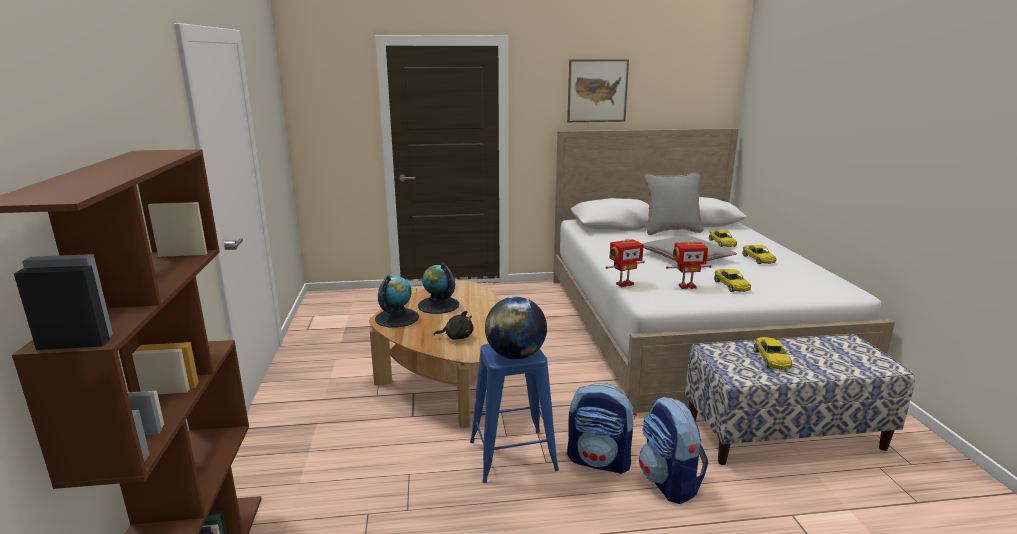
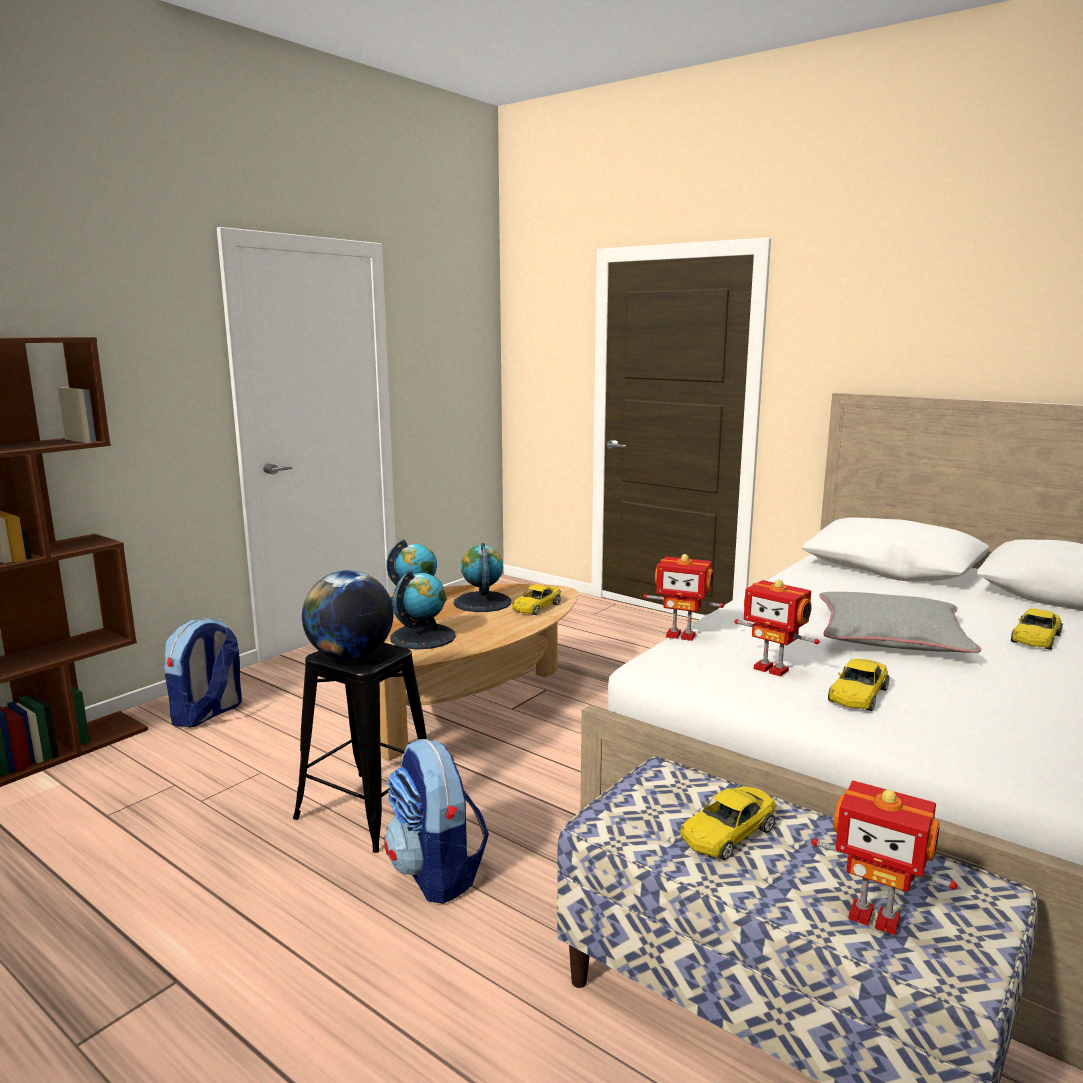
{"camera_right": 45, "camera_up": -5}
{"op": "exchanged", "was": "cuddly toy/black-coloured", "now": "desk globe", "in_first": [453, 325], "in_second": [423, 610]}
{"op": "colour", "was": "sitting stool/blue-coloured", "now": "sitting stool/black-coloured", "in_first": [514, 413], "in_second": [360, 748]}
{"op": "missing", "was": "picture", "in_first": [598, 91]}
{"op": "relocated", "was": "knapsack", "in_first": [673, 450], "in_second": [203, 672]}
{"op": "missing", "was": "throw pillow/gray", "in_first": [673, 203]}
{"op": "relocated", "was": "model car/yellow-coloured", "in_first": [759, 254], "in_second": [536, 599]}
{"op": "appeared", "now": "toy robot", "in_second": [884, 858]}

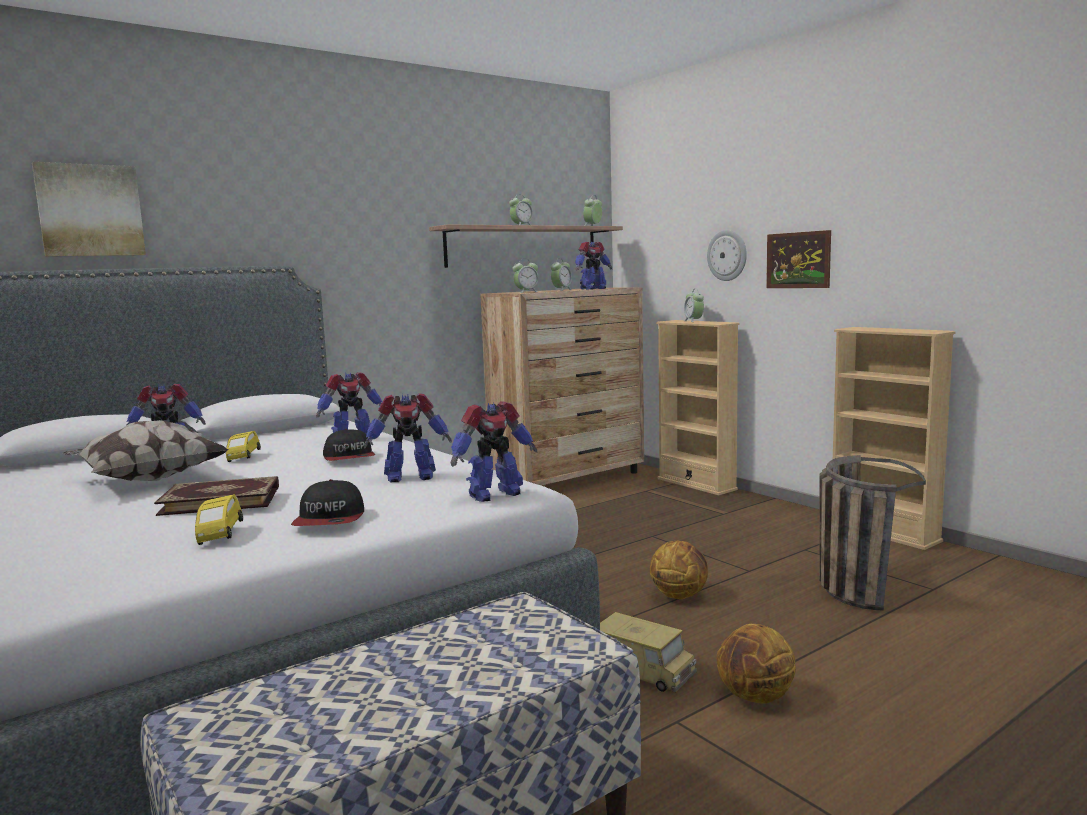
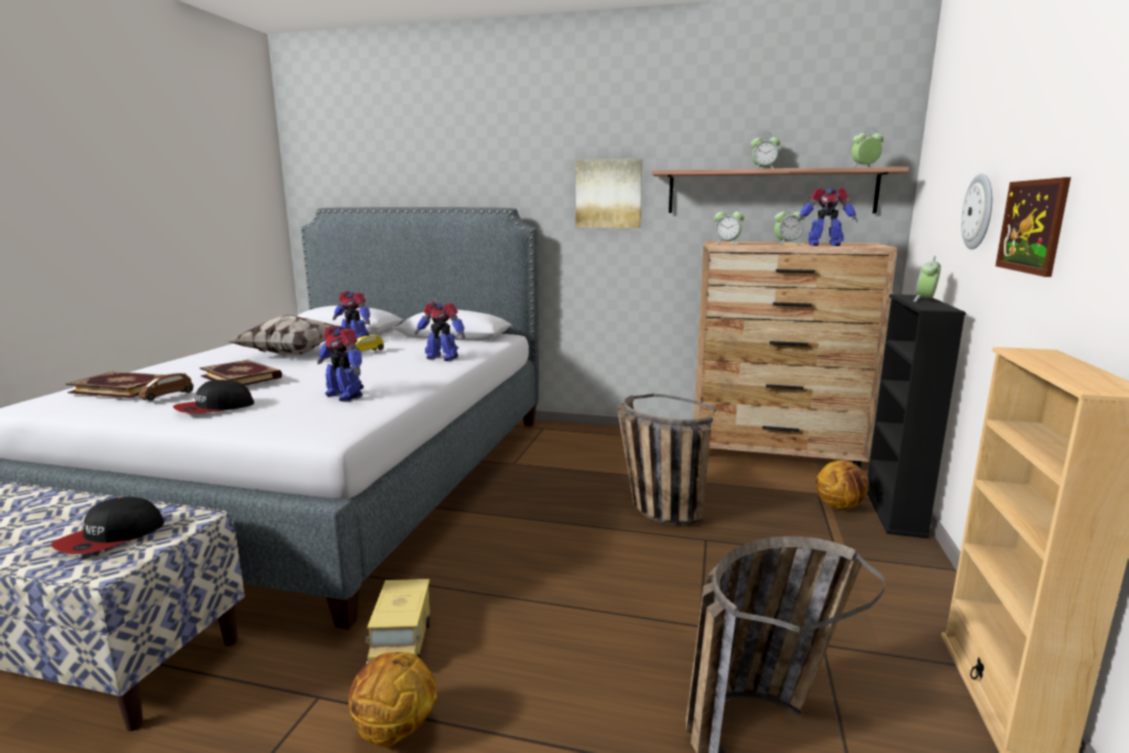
{"camera_right": 50, "camera_up": 5}
{"op": "relocated", "was": "picture", "in_first": [89, 209], "in_second": [609, 193]}
{"op": "colour", "was": "model car/yellow-coloured", "now": "model car/brown", "in_first": [219, 519], "in_second": [166, 387]}
{"op": "relocated", "was": "peaked cap", "in_first": [349, 445], "in_second": [107, 525]}
{"op": "missing", "was": "toy robot", "in_first": [494, 452]}
{"op": "relocated", "was": "basketball", "in_first": [679, 570], "in_second": [842, 484]}
{"op": "colour", "was": "shelving unit/beige", "now": "shelving unit/black-coloured", "in_first": [697, 408], "in_second": [916, 416]}
{"op": "appeared", "now": "bound book", "in_second": [113, 384]}
{"op": "appeared", "now": "household basket", "in_second": [666, 459]}

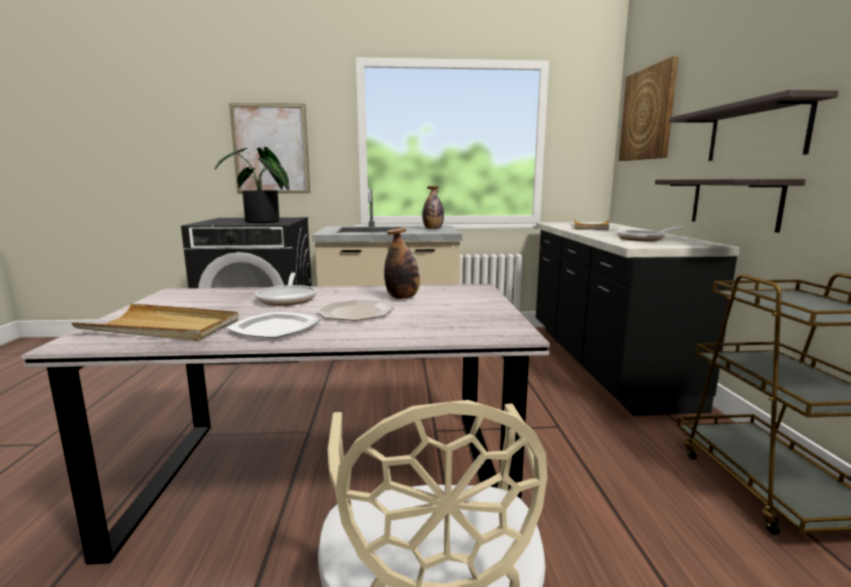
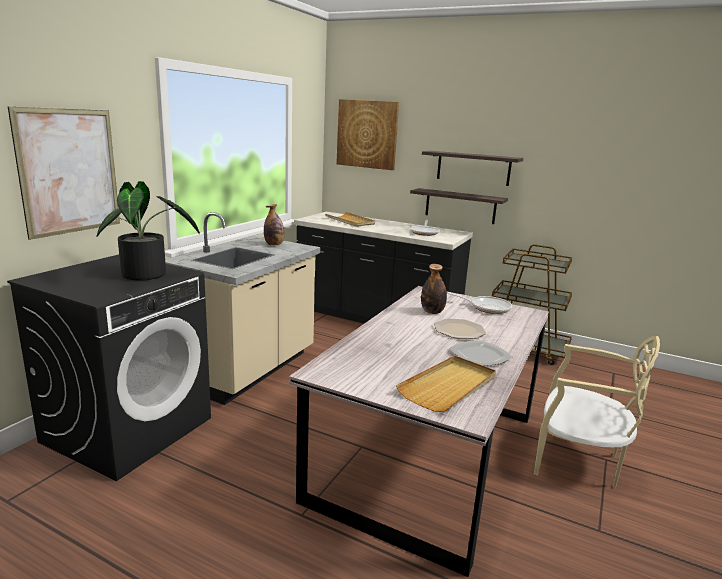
{"camera_right": -60, "camera_up": 5}
{"op": "relocated", "was": "skillet", "in_first": [286, 289], "in_second": [479, 303]}

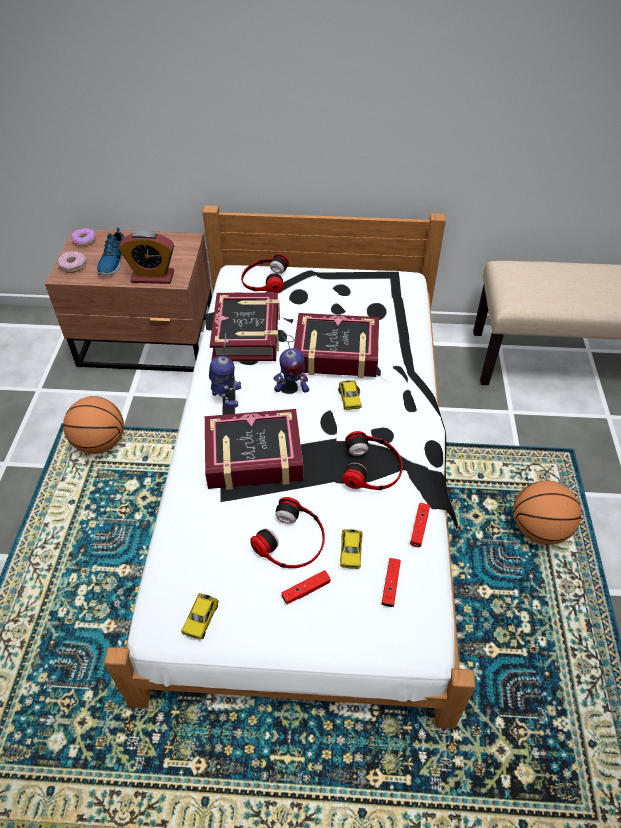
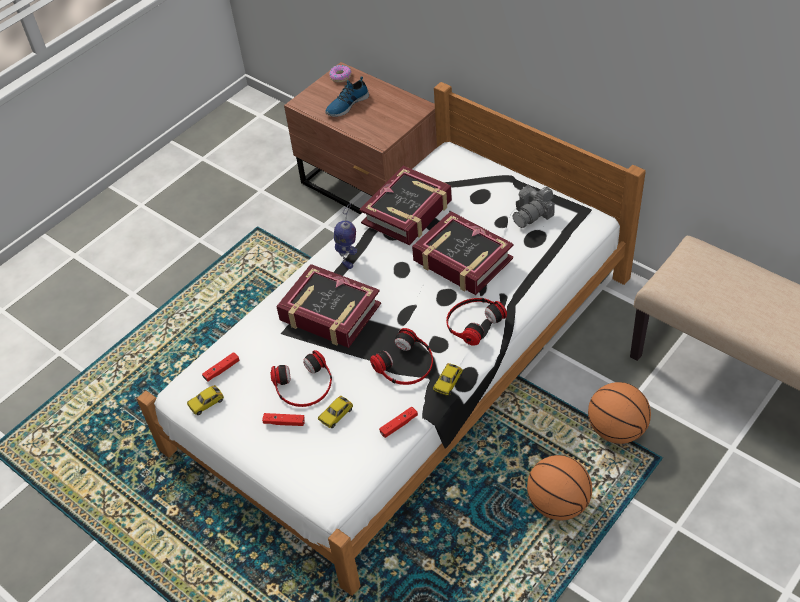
{"camera_right": 40, "camera_up": 0}
{"op": "missing", "was": "doughnut", "in_first": [72, 262]}
{"op": "relocated", "was": "basketball", "in_first": [93, 425], "in_second": [619, 413]}
{"op": "missing", "was": "alarm clock", "in_first": [146, 257]}
{"op": "relocated", "was": "headset", "in_first": [265, 273], "in_second": [476, 322]}
{"op": "missing", "was": "toy robot", "in_first": [291, 362]}
{"op": "relocated", "was": "model car", "in_first": [350, 395], "in_second": [448, 379]}
{"op": "relocated", "was": "gamepad/red", "in_first": [391, 582], "in_second": [221, 366]}
{"op": "appeared", "now": "photo camera", "in_second": [533, 206]}

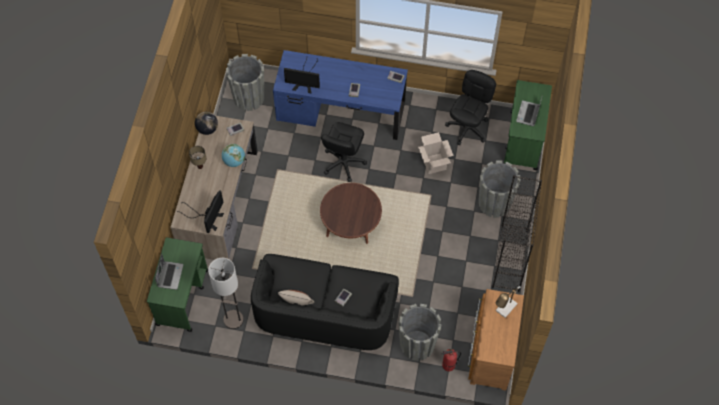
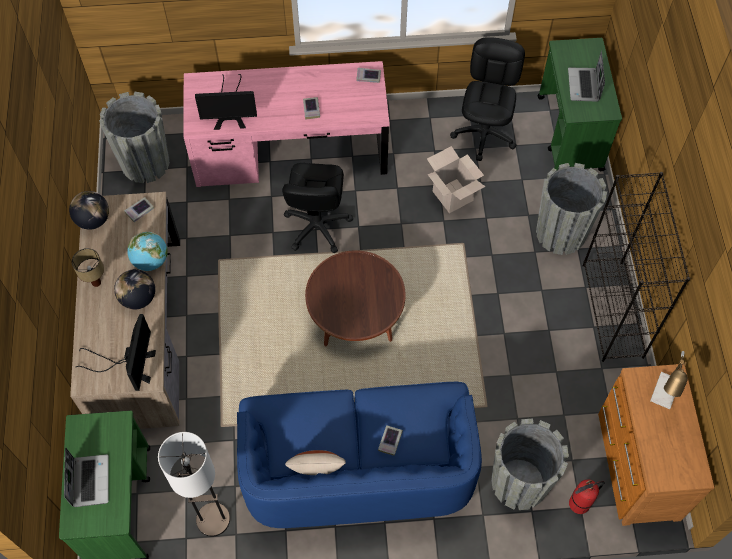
{"camera_right": -15, "camera_up": 0}
{"op": "colour", "was": "couch/black-coloured", "now": "couch/blue-coloured", "in_first": [325, 302], "in_second": [359, 455]}
{"op": "colour", "was": "desk unit/blue-coloured", "now": "desk unit/pink-coloured", "in_first": [340, 95], "in_second": [286, 124]}
{"op": "appeared", "now": "desk globe", "in_second": [134, 289]}

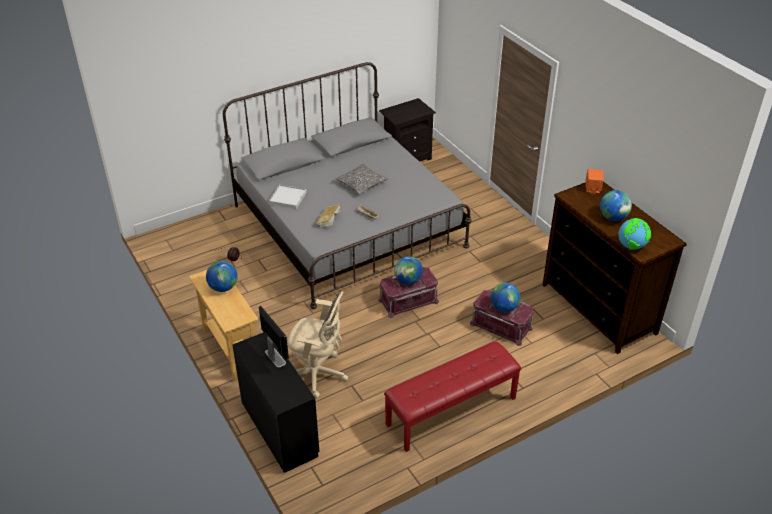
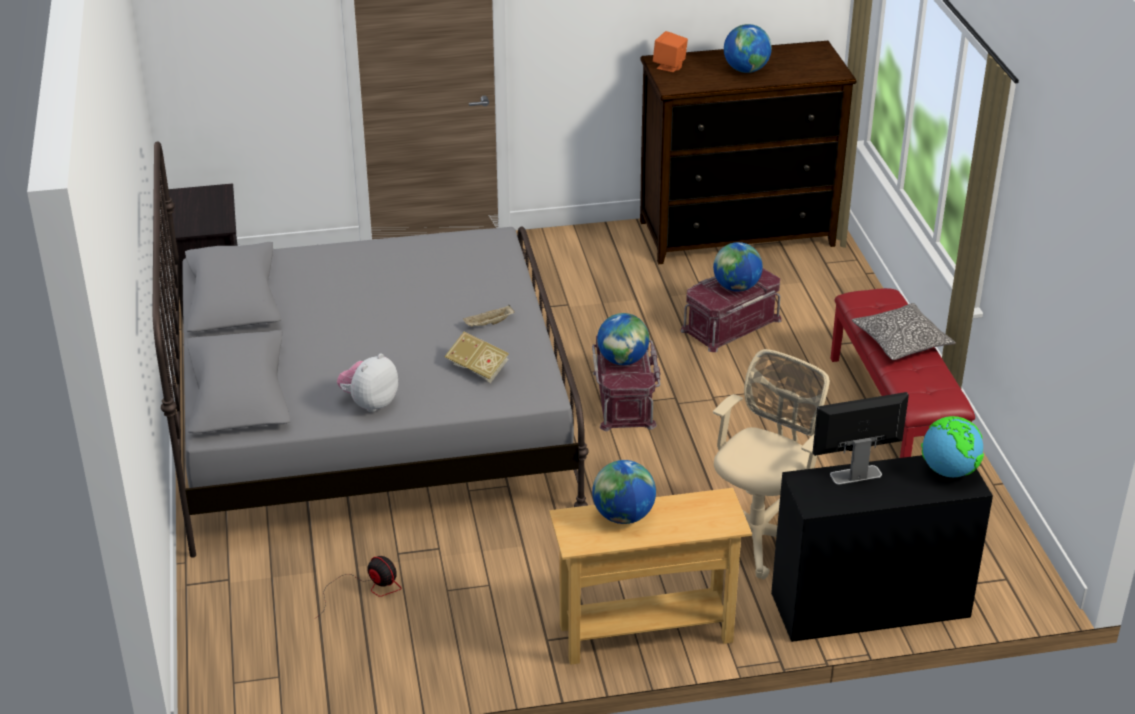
{"camera_right": -70, "camera_up": -5}
{"op": "exchanged", "was": "serving tray/white-coloured", "now": "cuddly toy", "in_first": [288, 197], "in_second": [367, 382]}
{"op": "relocated", "was": "throw pillow", "in_first": [361, 179], "in_second": [904, 331]}
{"op": "relocated", "was": "desk globe", "in_first": [634, 234], "in_second": [952, 446]}

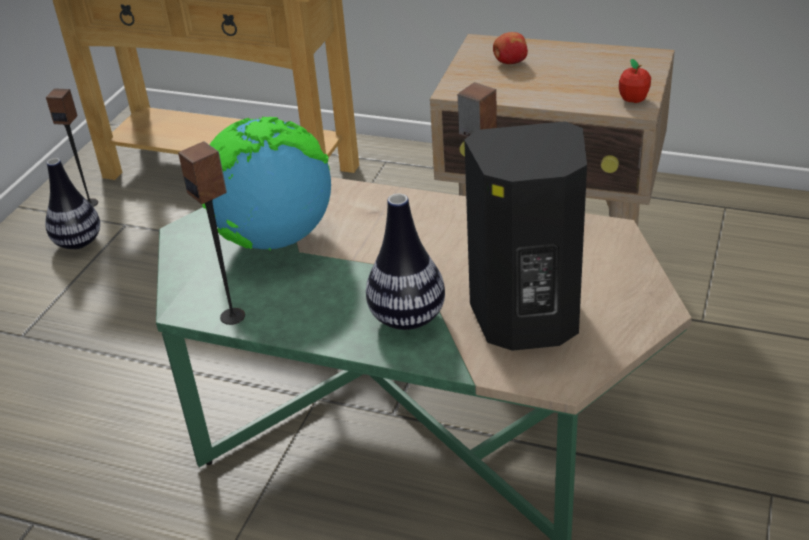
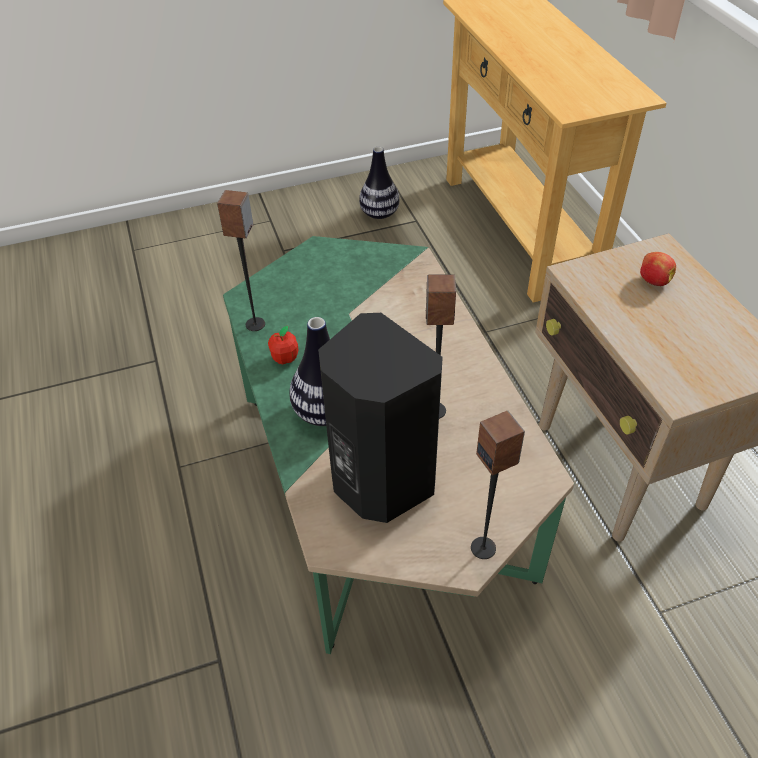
{"camera_right": 50, "camera_up": 10}
{"op": "relocated", "was": "speaker", "in_first": [72, 147], "in_second": [498, 485]}
{"op": "missing", "was": "desk globe", "in_first": [266, 183]}
{"op": "relocated", "was": "apple", "in_first": [635, 81], "in_second": [283, 345]}

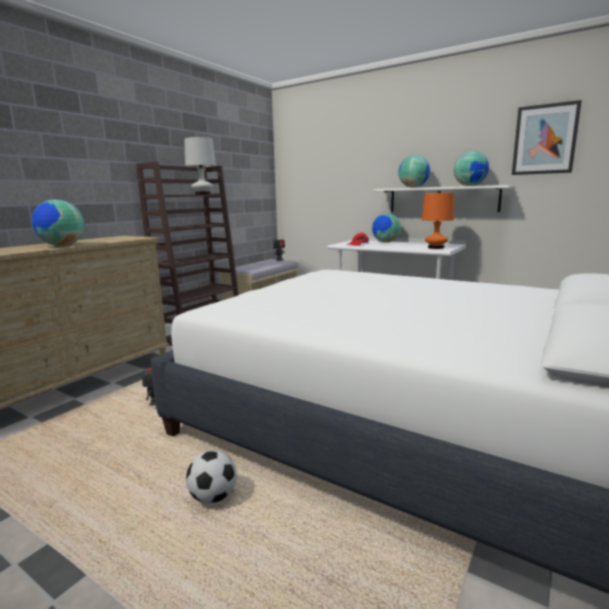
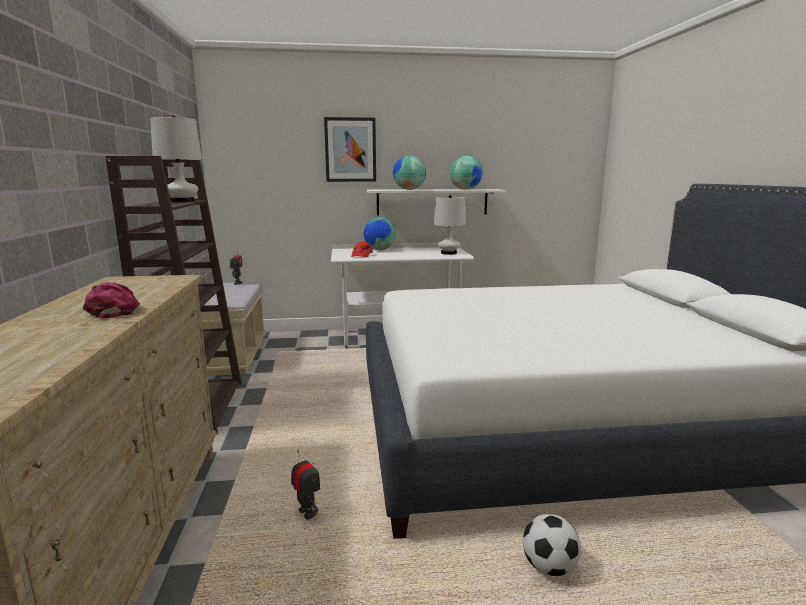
{"camera_right": -40, "camera_up": 0}
{"op": "exchanged", "was": "desk globe", "now": "peaked cap/pink-coloured", "in_first": [58, 223], "in_second": [111, 300]}
{"op": "colour", "was": "table lamp/orange-coloured", "now": "table lamp/white-coloured", "in_first": [438, 220], "in_second": [450, 225]}
{"op": "relocated", "was": "picture", "in_first": [547, 137], "in_second": [350, 149]}

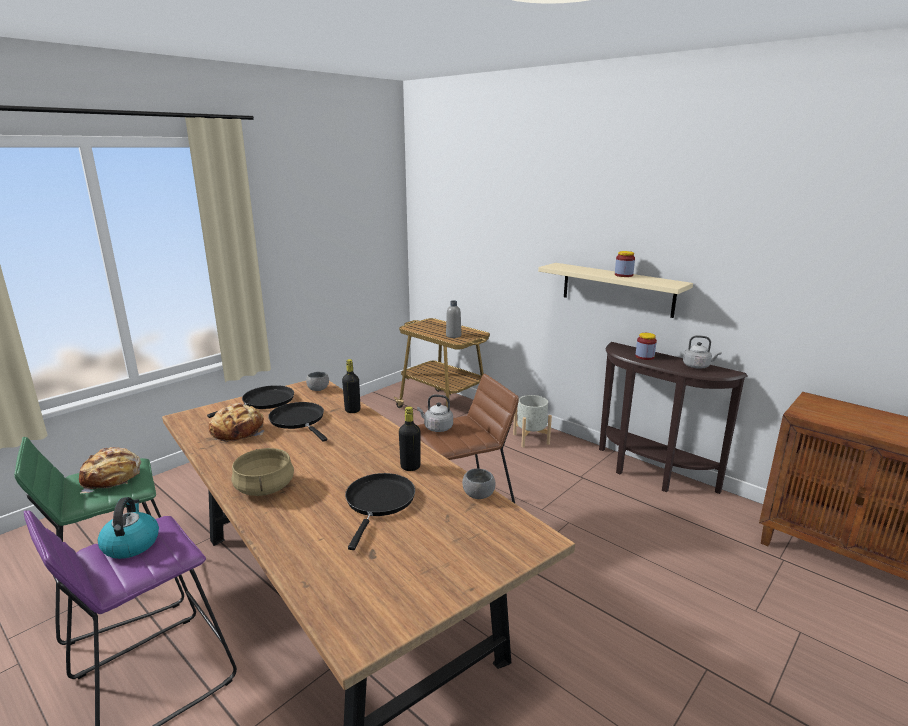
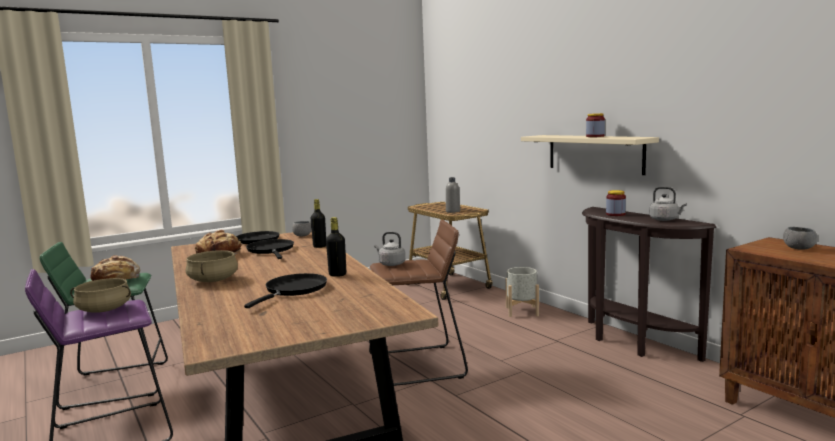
{"camera_right": 15, "camera_up": -10}
{"op": "exchanged", "was": "kettle", "now": "cooking pot/beige", "in_first": [128, 528], "in_second": [100, 295]}
{"op": "relocated", "was": "bowl/gray", "in_first": [479, 484], "in_second": [800, 238]}

